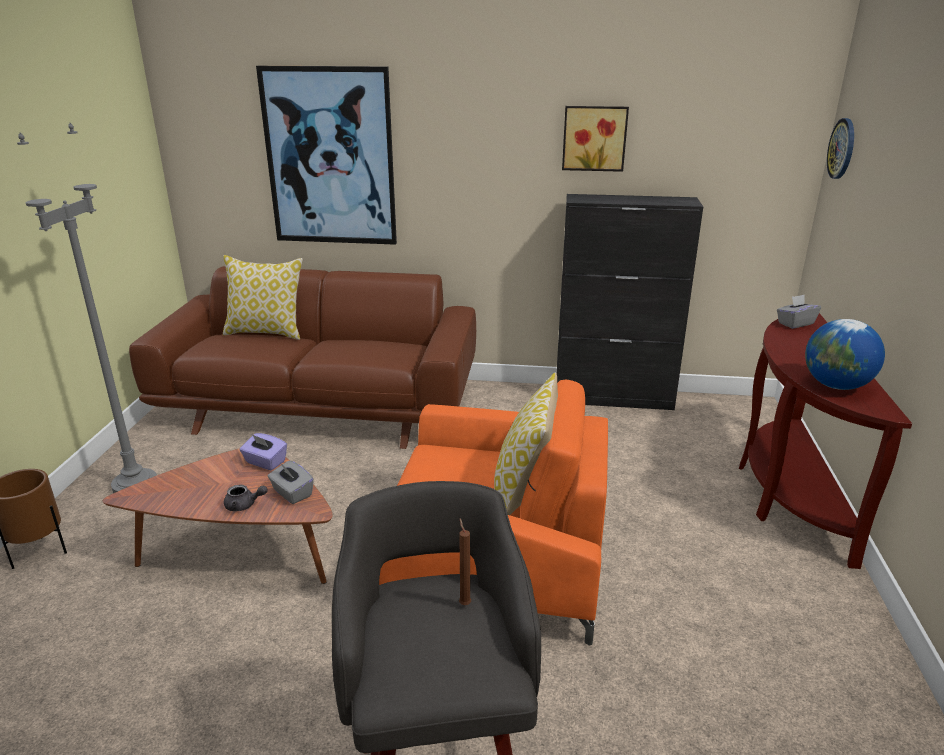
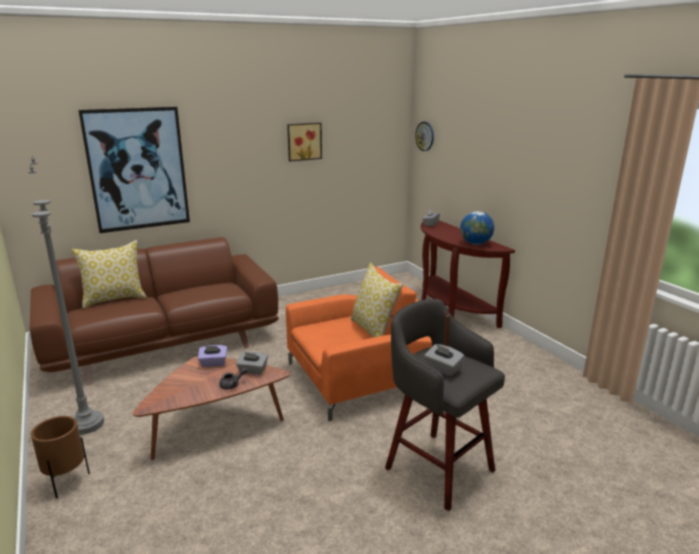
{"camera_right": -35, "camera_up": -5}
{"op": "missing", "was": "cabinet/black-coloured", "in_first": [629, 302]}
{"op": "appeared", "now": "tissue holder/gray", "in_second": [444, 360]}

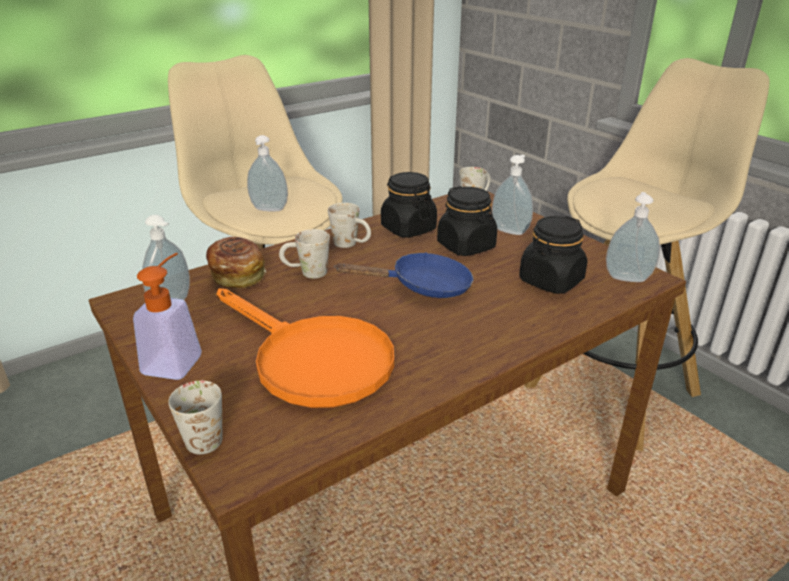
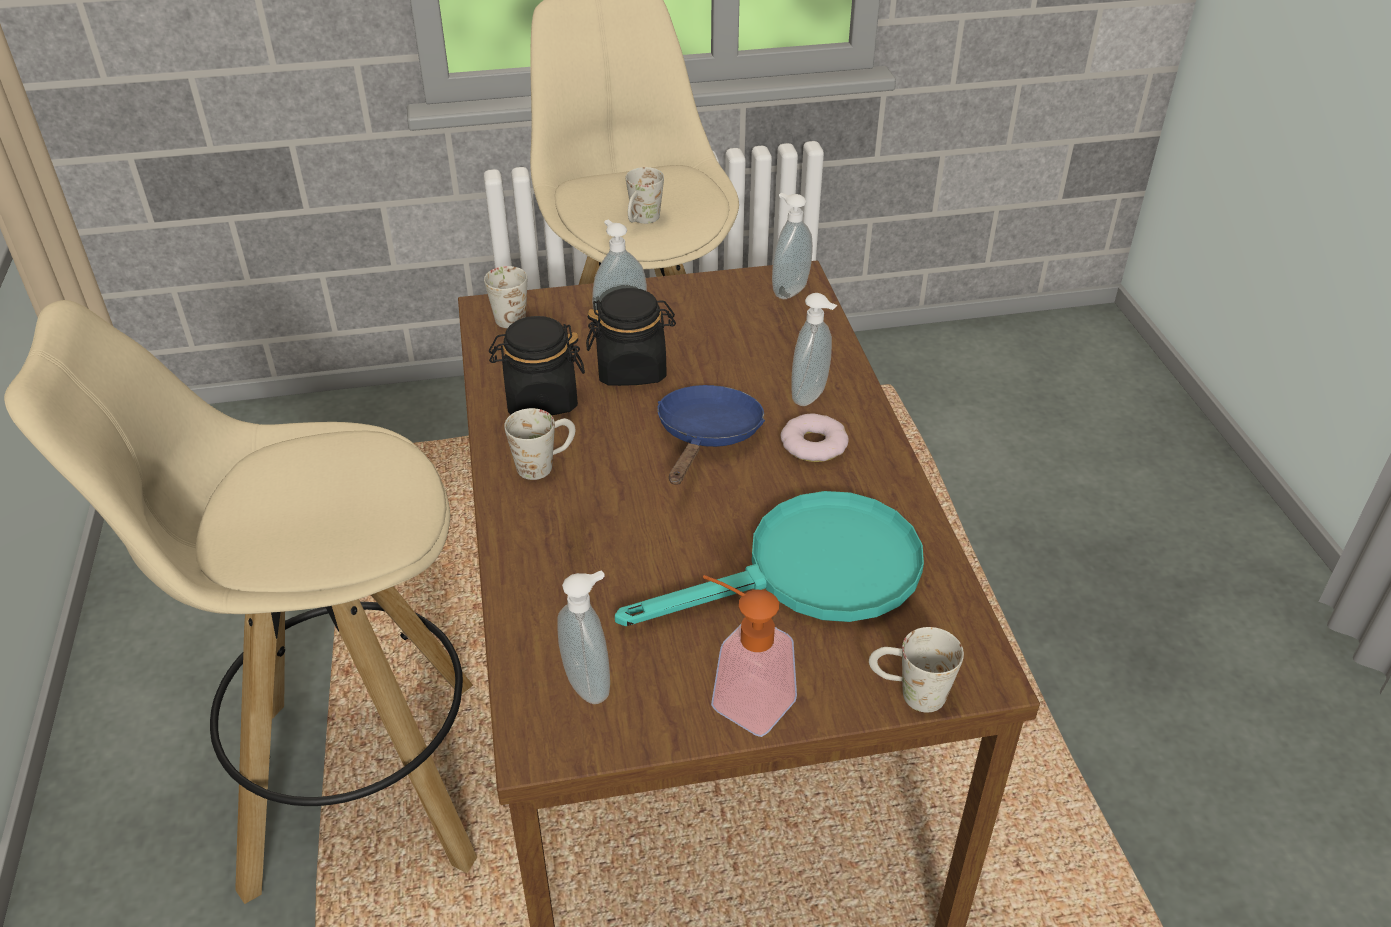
{"camera_right": -65, "camera_up": 10}
{"op": "missing", "was": "bakery bread", "in_first": [236, 263]}
{"op": "colour", "was": "skillet/orange-coloured", "now": "skillet/turquoise-coloured", "in_first": [305, 348], "in_second": [769, 558]}
{"op": "relocated", "was": "soap bottle", "in_first": [267, 173], "in_second": [814, 349]}
{"op": "relocated", "was": "coffee mug/white-coloured", "in_first": [304, 253], "in_second": [645, 195]}
{"op": "missing", "was": "preserve jar/black-coloured", "in_first": [553, 255]}
{"op": "appeared", "now": "doughnut", "in_second": [815, 437]}

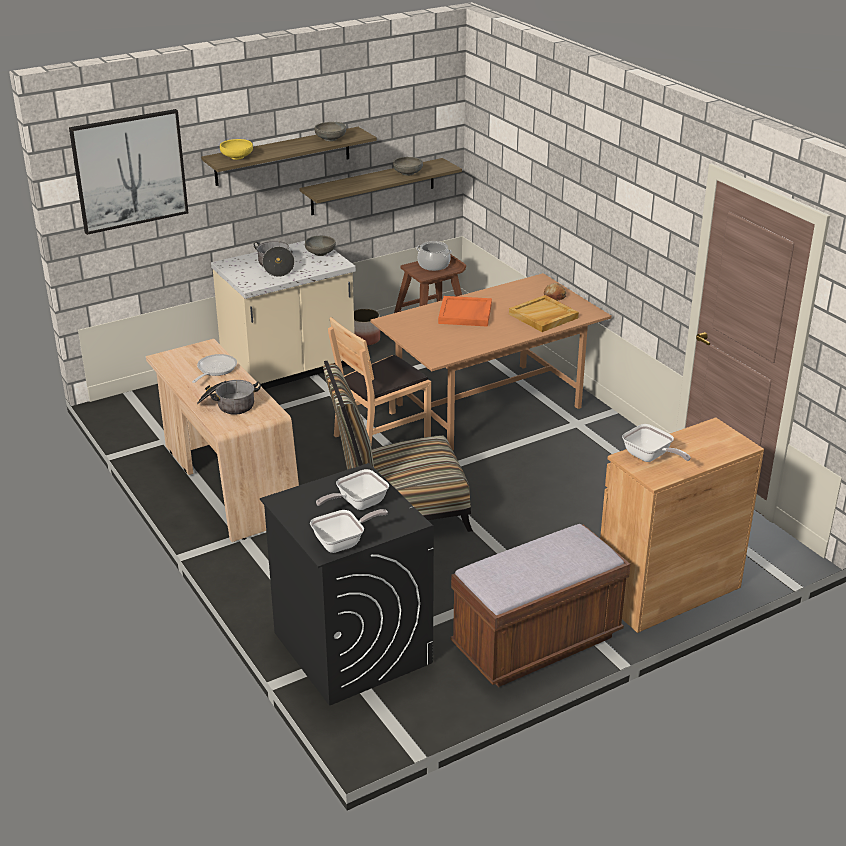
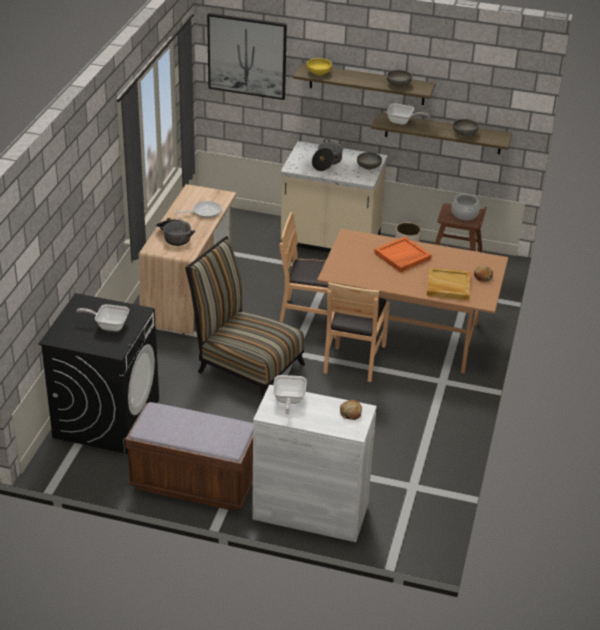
{"camera_right": 45, "camera_up": 5}
{"op": "relocated", "was": "skillet", "in_first": [349, 531], "in_second": [408, 114]}
{"op": "colour", "was": "cabinet/brown", "now": "cabinet/white-coloured", "in_first": [682, 525], "in_second": [314, 463]}
{"op": "appeared", "now": "upright chair/brown", "in_second": [356, 332]}
{"op": "appeared", "now": "bakery bread", "in_second": [351, 410]}

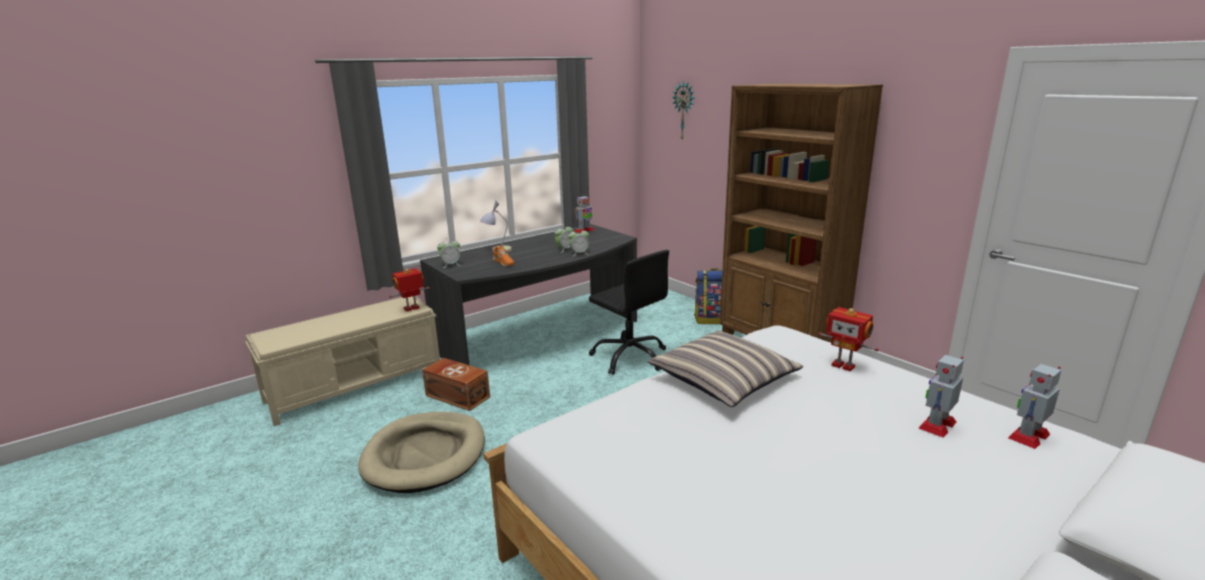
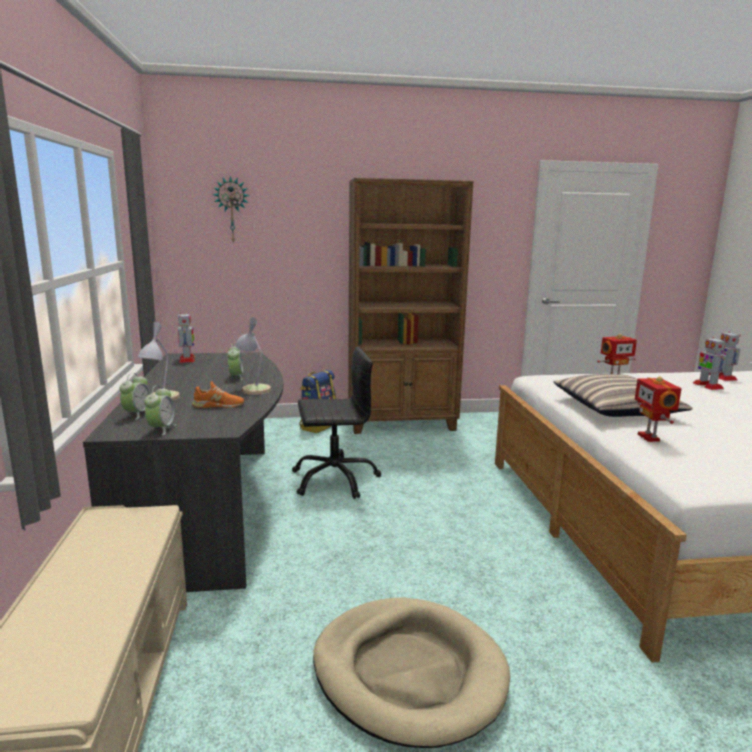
{"camera_right": -60, "camera_up": -5}
{"op": "relocated", "was": "toy robot", "in_first": [409, 290], "in_second": [658, 409]}
{"op": "missing", "was": "storage container/brown", "in_first": [456, 384]}
{"op": "relocated", "was": "alarm clock", "in_first": [578, 242], "in_second": [135, 396]}
{"op": "appeared", "now": "table lamp", "in_second": [253, 356]}

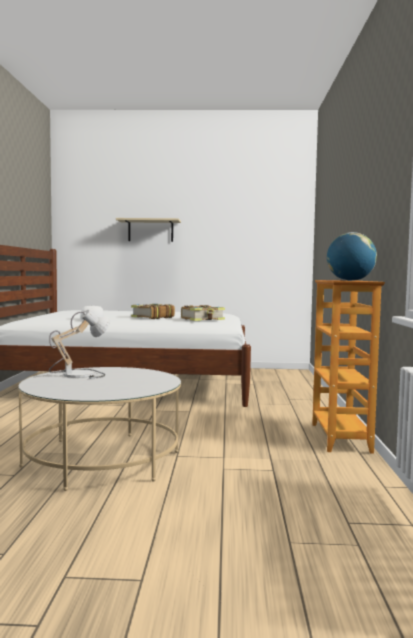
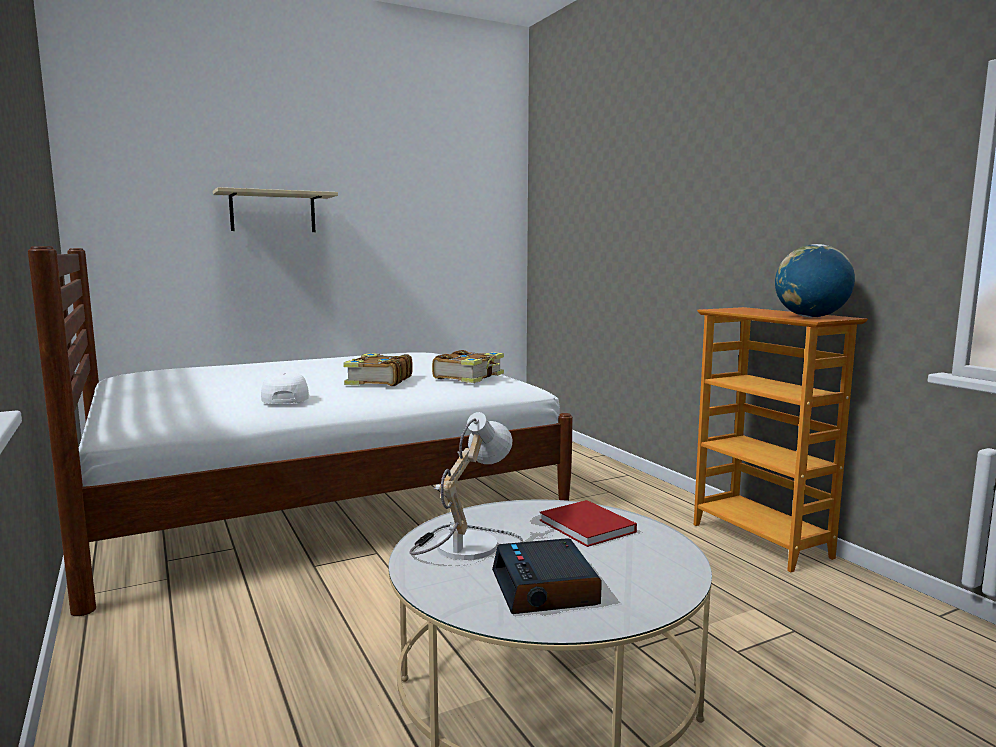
{"camera_right": -30, "camera_up": 5}
{"op": "appeared", "now": "alarm clock", "in_second": [547, 576]}
{"op": "appeared", "now": "bound book/red", "in_second": [588, 523]}

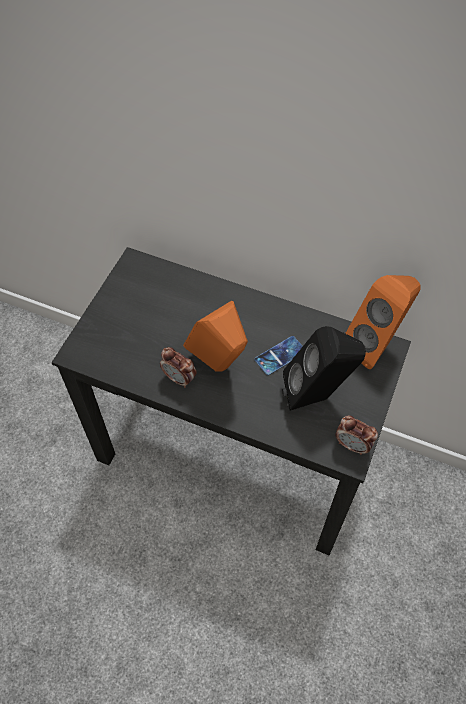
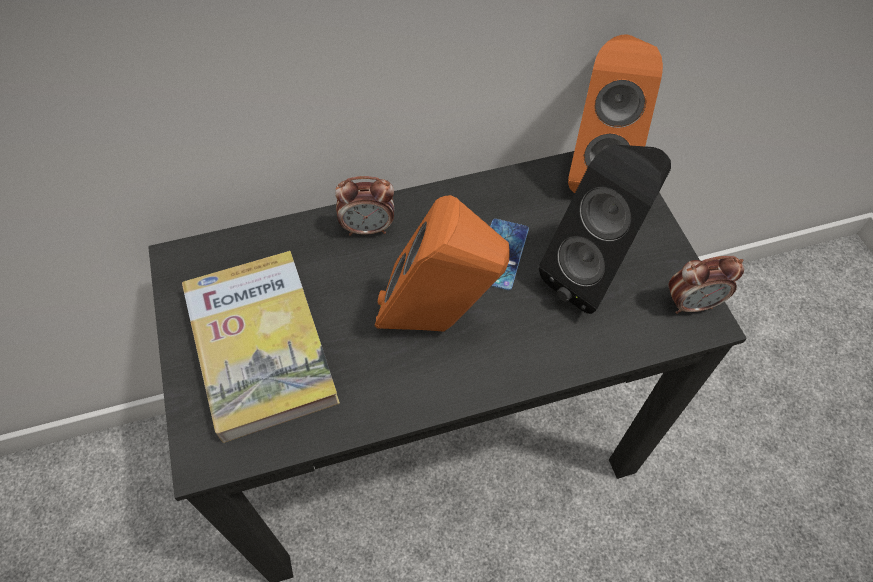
{"camera_right": -40, "camera_up": 0}
{"op": "relocated", "was": "alarm clock", "in_first": [178, 367], "in_second": [364, 206]}
{"op": "appeared", "now": "bound book", "in_second": [261, 347]}

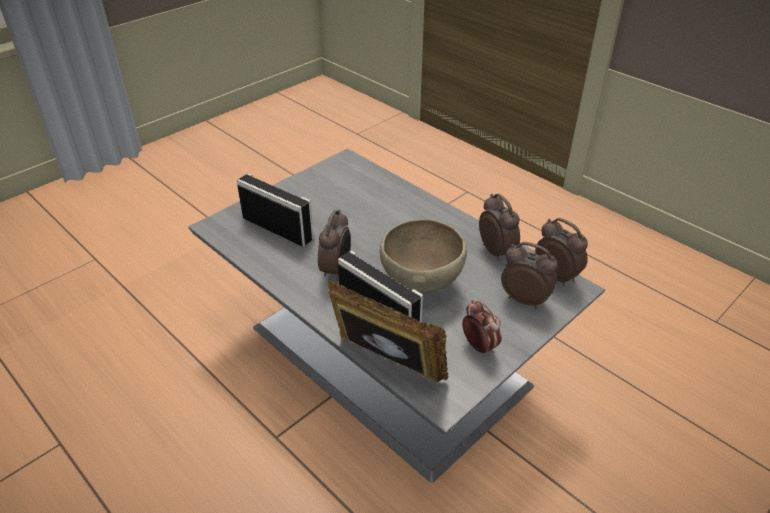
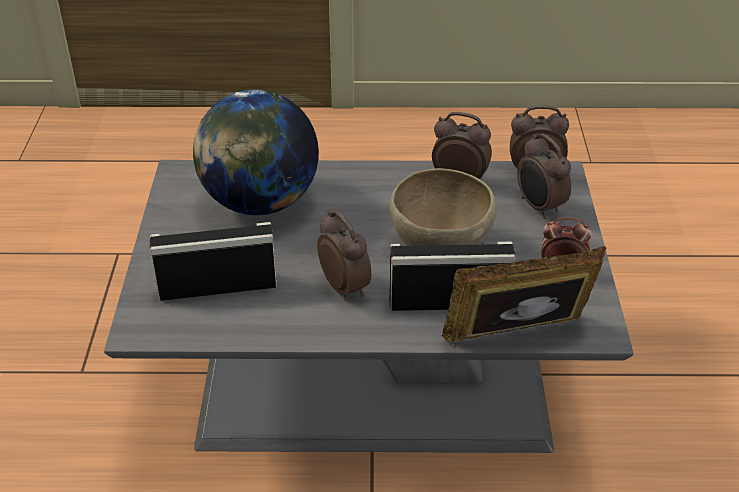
{"camera_right": -45, "camera_up": 0}
{"op": "spun", "was": "alarm clock", "in_first": [529, 275], "in_second": [544, 176], "clockwise": -105}
{"op": "appeared", "now": "desk globe", "in_second": [256, 152]}

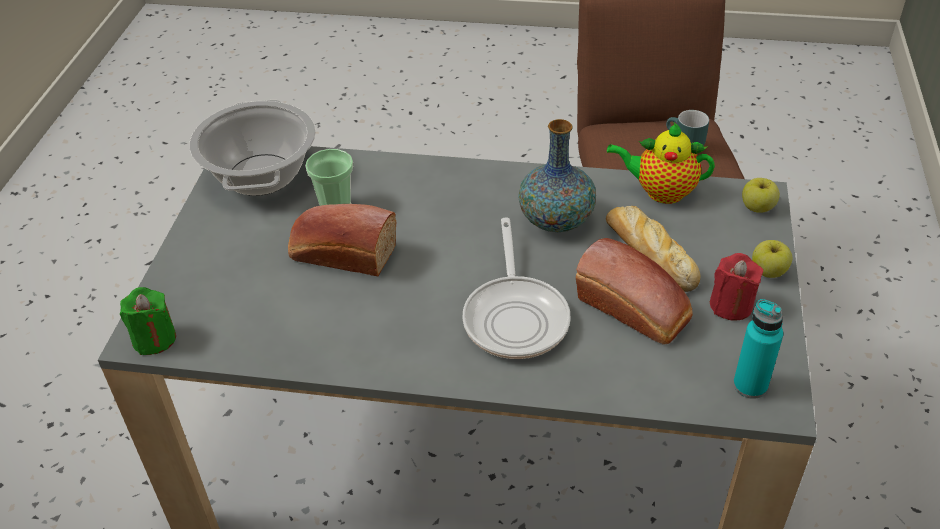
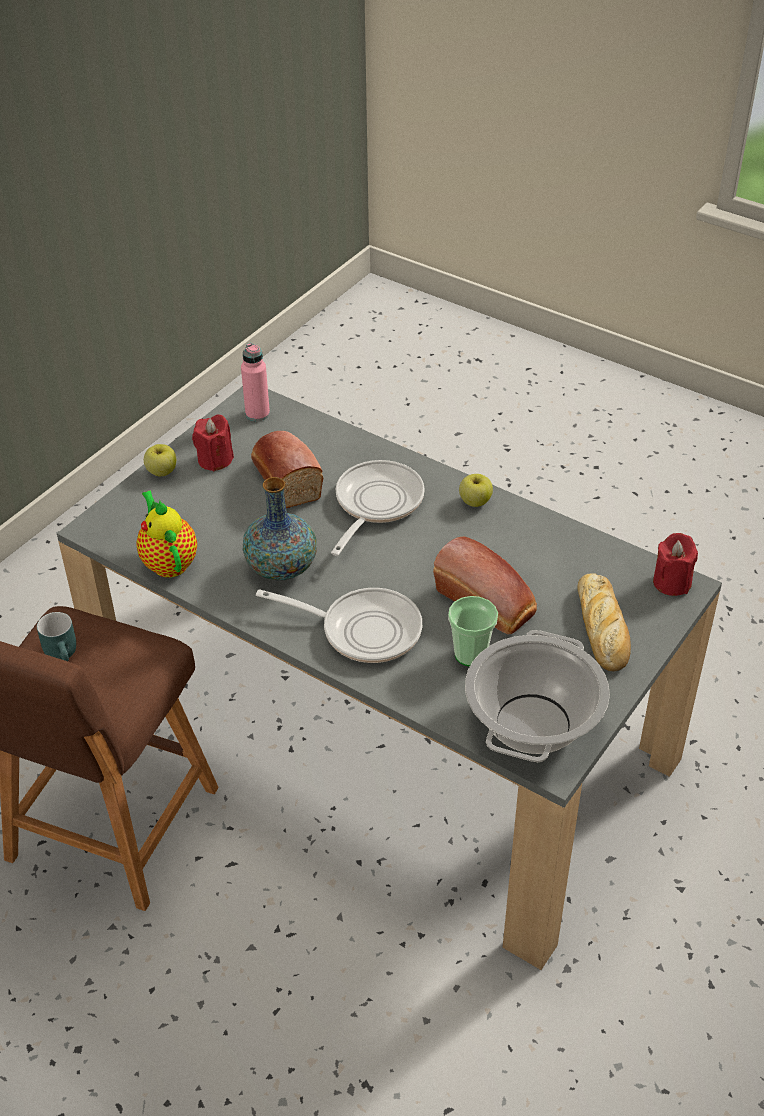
{"camera_right": -155, "camera_up": 0}
{"op": "colour", "was": "candle/green", "now": "candle/red", "in_first": [148, 321], "in_second": [675, 564]}
{"op": "relocated", "was": "bakery bread", "in_first": [653, 249], "in_second": [604, 622]}
{"op": "spun", "was": "tea pot", "in_first": [661, 163], "in_second": [166, 534], "clockwise": -150}
{"op": "colour", "was": "bottle/turquoise-coloured", "now": "bottle/pink-coloured", "in_first": [758, 349], "in_second": [255, 382]}
{"op": "relocated", "was": "apple", "in_first": [761, 195], "in_second": [476, 490]}
{"op": "appeared", "now": "skillet", "in_second": [339, 625]}

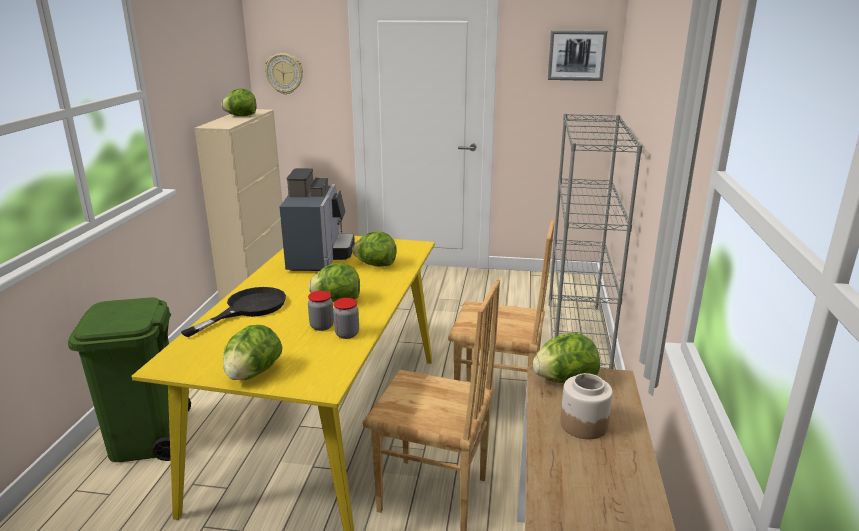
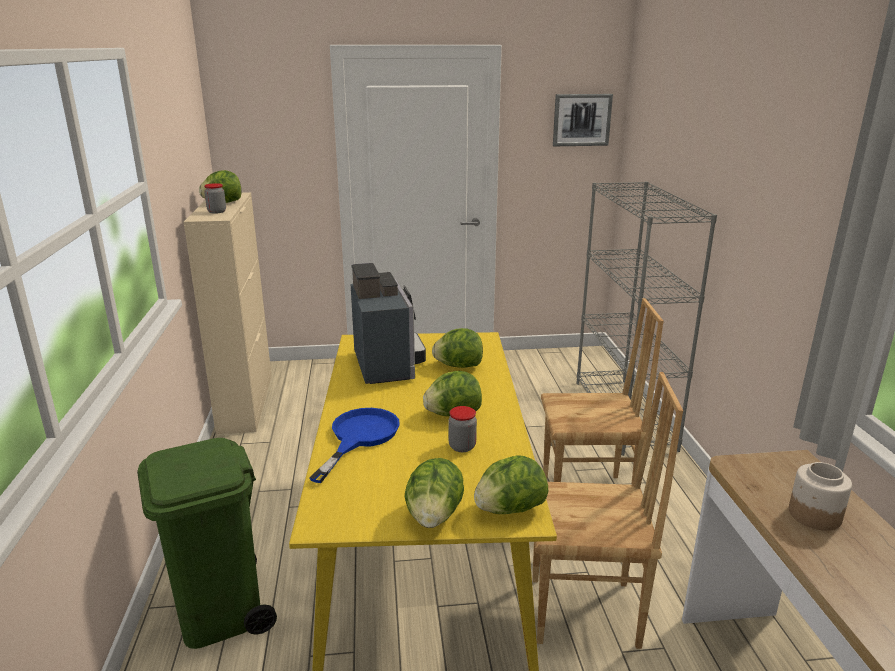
{"camera_right": -15, "camera_up": 0}
{"op": "colour", "was": "skillet/black-coloured", "now": "skillet/blue-coloured", "in_first": [233, 312], "in_second": [354, 445]}
{"op": "missing", "was": "wall clock", "in_first": [284, 74]}
{"op": "relocated", "was": "preserve jar", "in_first": [346, 318], "in_second": [215, 198]}
{"op": "relocated", "was": "lettuce head", "in_first": [566, 358], "in_second": [511, 484]}

